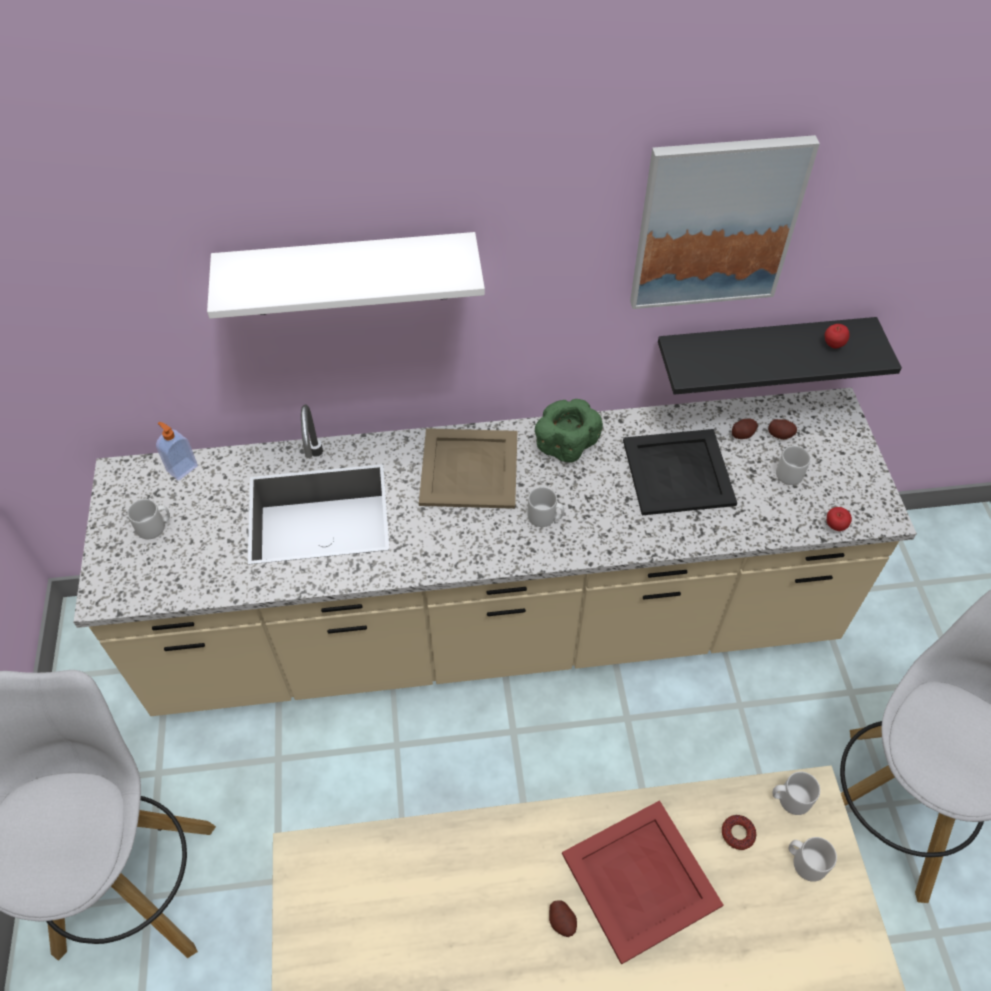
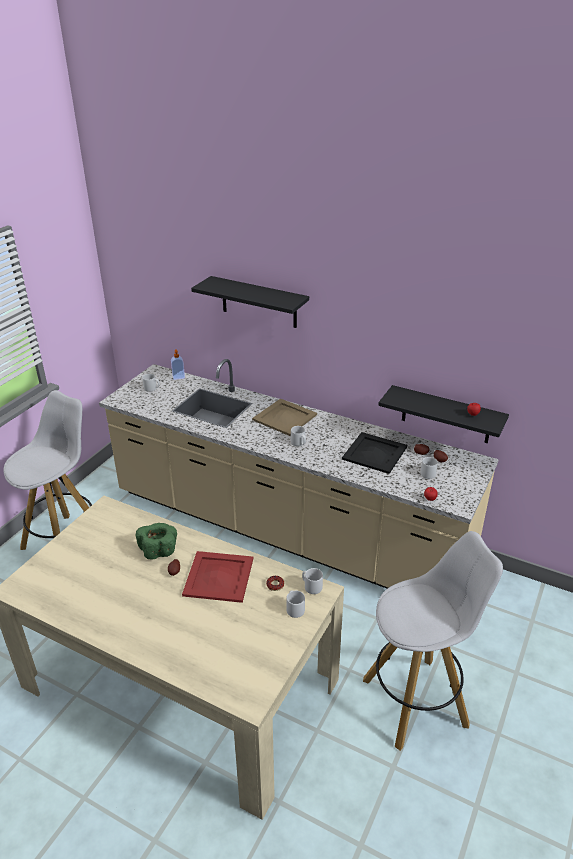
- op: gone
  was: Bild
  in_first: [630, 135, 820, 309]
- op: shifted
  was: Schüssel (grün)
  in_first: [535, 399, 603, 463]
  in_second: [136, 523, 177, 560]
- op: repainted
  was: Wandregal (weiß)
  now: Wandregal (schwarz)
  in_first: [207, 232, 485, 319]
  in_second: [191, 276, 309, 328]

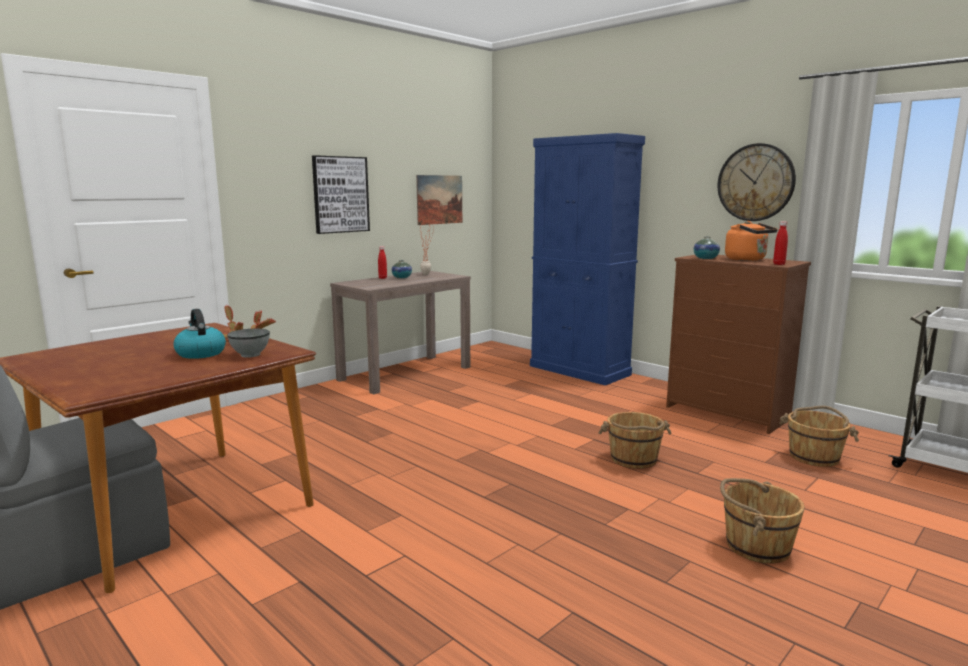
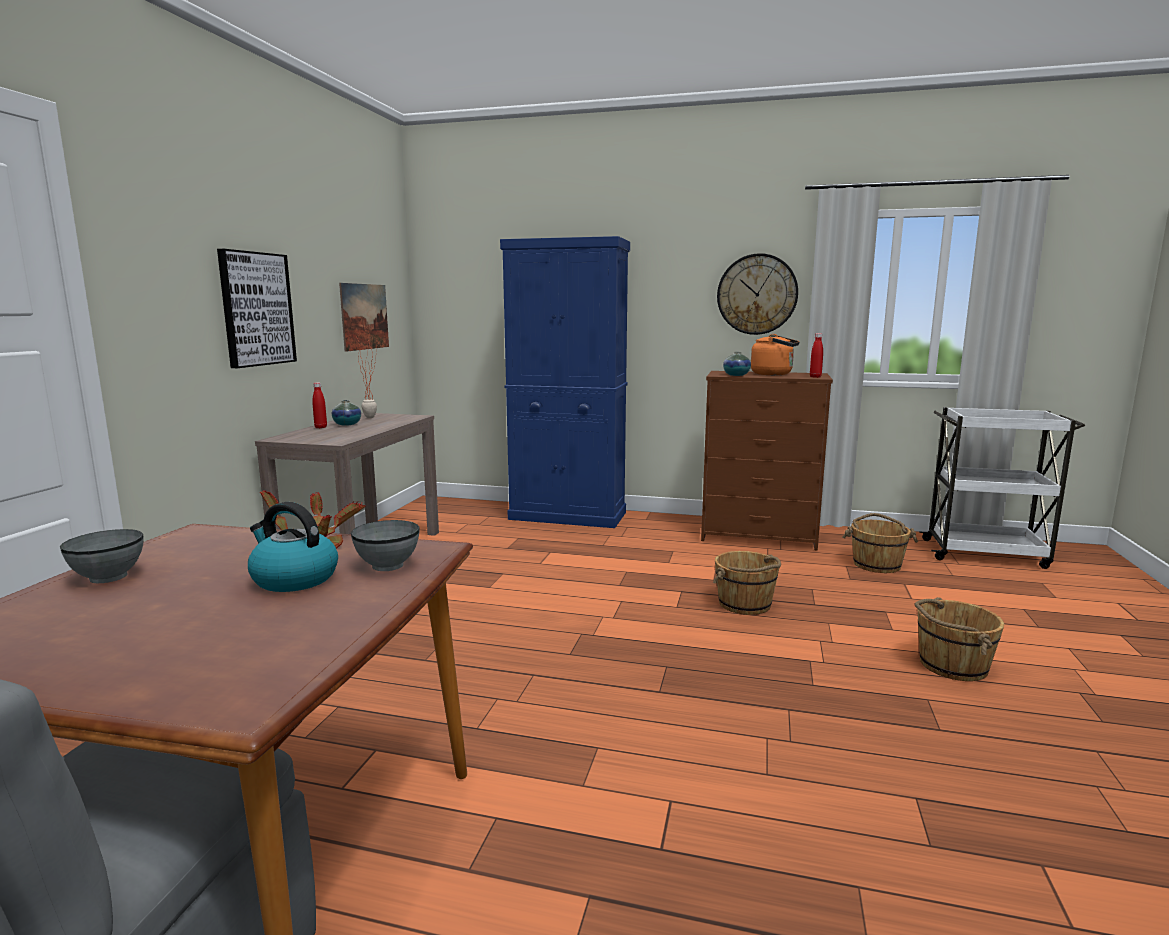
- op: new
  now: Schüssel (grau)
  in_second: [60, 529, 144, 583]

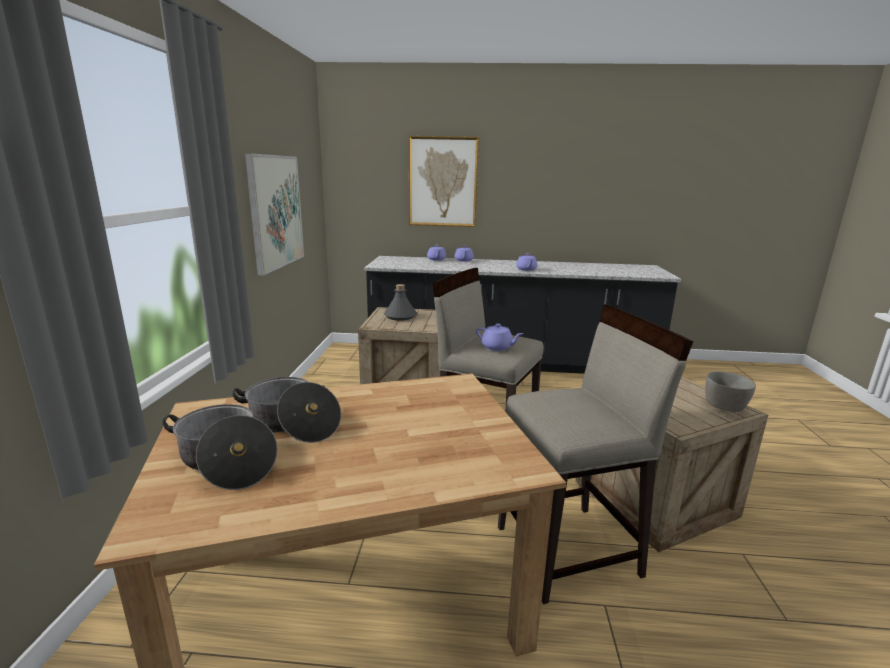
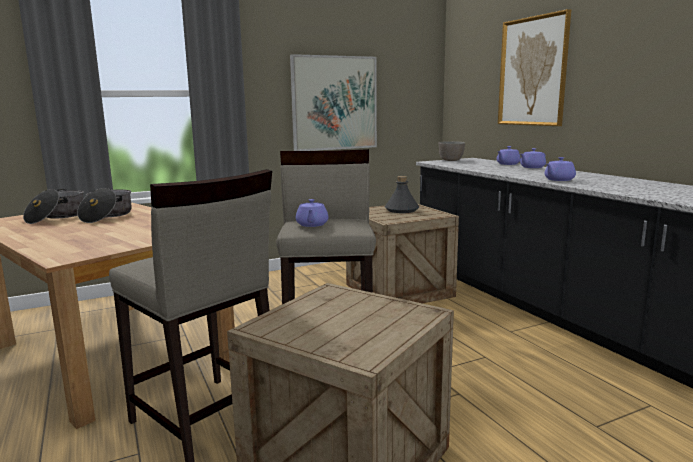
- op: shifted
  was: Schüssel (grau)
  in_first: [705, 371, 756, 412]
  in_second: [438, 141, 465, 161]

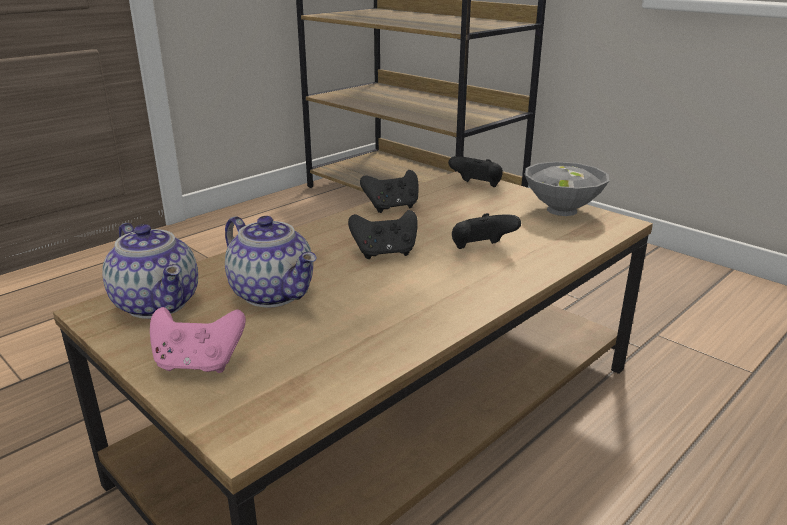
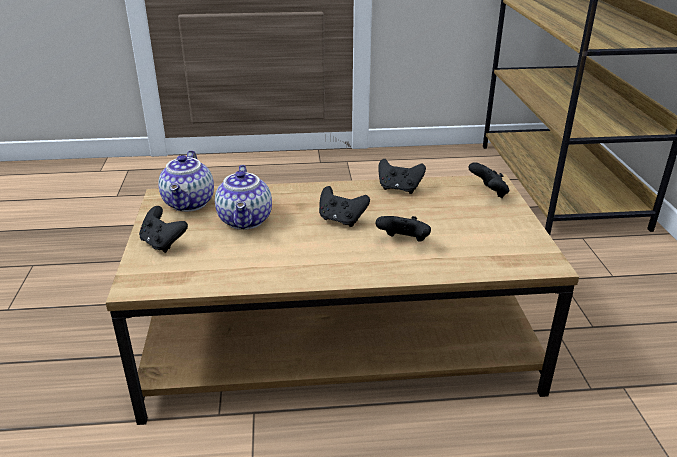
- op: gone
  was: Schüssel (grau)
  in_first: [524, 161, 610, 216]
- op: repainted
  was: Gamepad (rosa)
  now: Gamepad (schwarz)
  in_first: [150, 307, 246, 373]
  in_second: [139, 206, 188, 253]

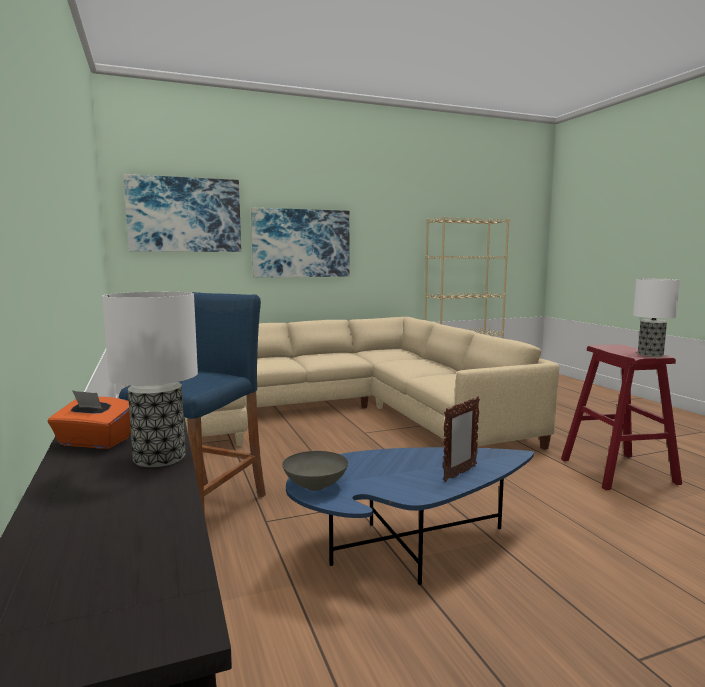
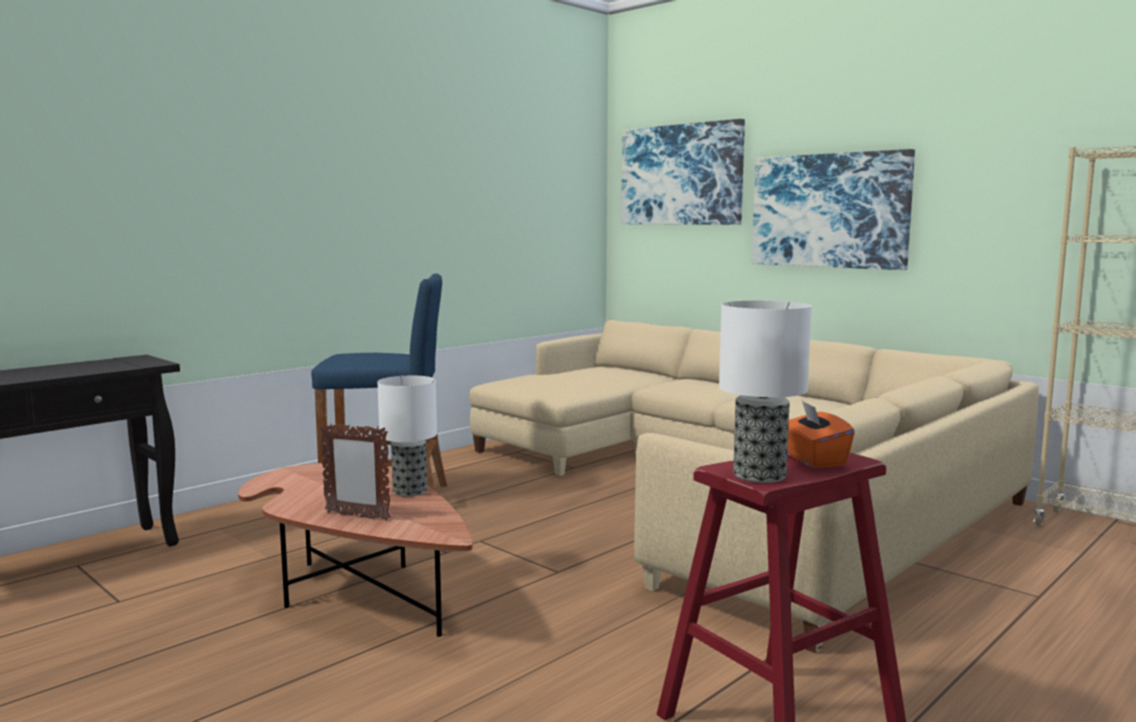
- op: gone
  was: Schüssel (grau)
  in_first: [282, 451, 348, 491]
- op: shifted
  was: Taschentuchbox (orange)
  in_first: [48, 390, 131, 449]
  in_second: [787, 401, 855, 468]
- op: shifted
  was: Tischlampe
  in_first: [102, 292, 198, 467]
  in_second: [378, 376, 437, 497]
- op: repainted
  was: Couchtisch (blau)
  now: Couchtisch (braun)
  in_first: [286, 447, 534, 585]
  in_second: [238, 463, 473, 637]

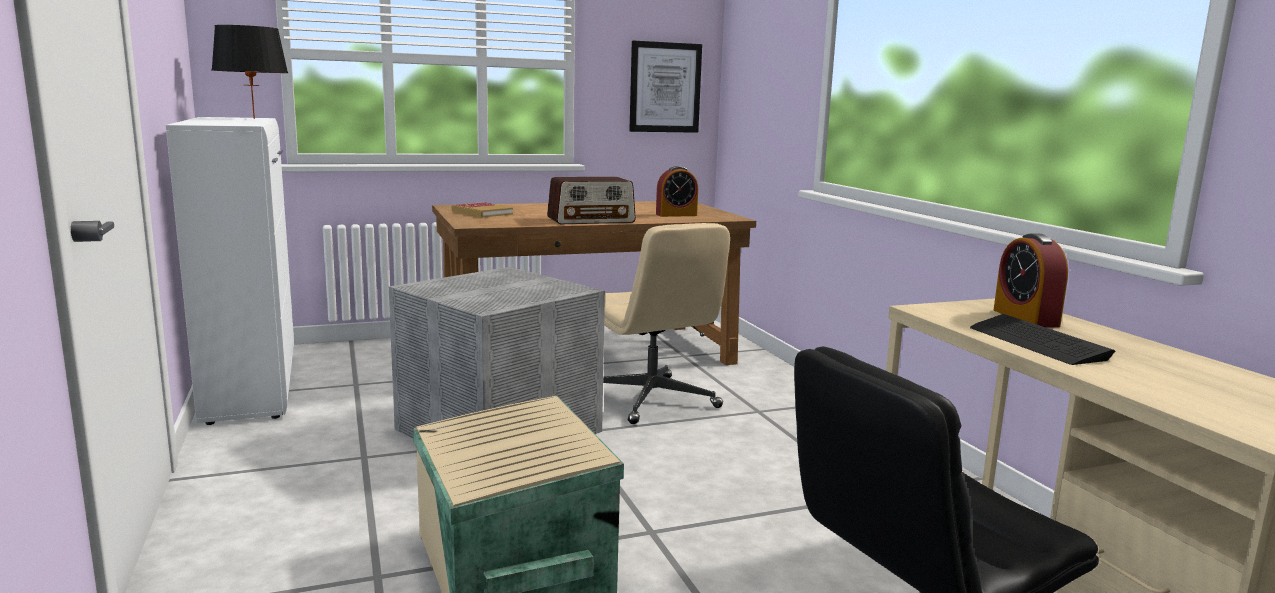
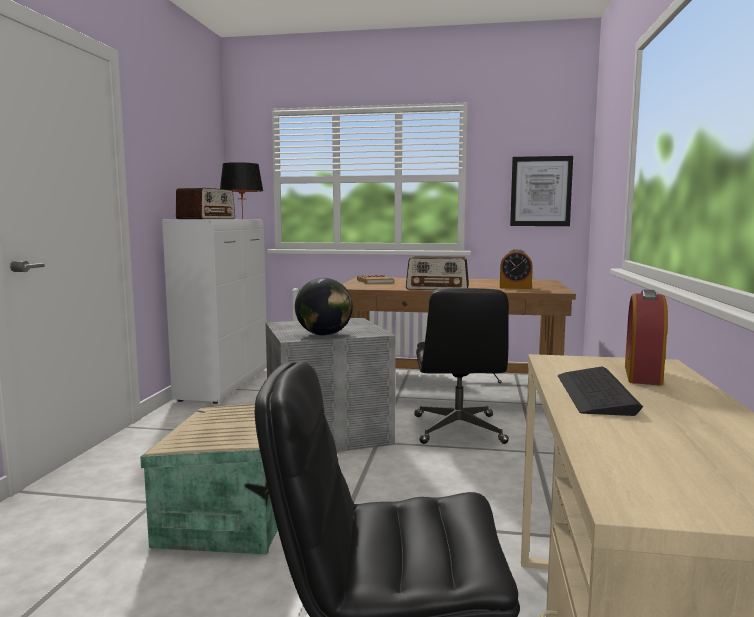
- op: new
  now: Radio
  in_second: [176, 188, 235, 219]
- op: new
  now: Globus
  in_second: [295, 278, 353, 335]
- op: repainted
  was: Bürostuhl (beige)
  now: Bürostuhl (schwarz)
  in_first: [603, 223, 730, 424]
  in_second: [415, 288, 509, 444]

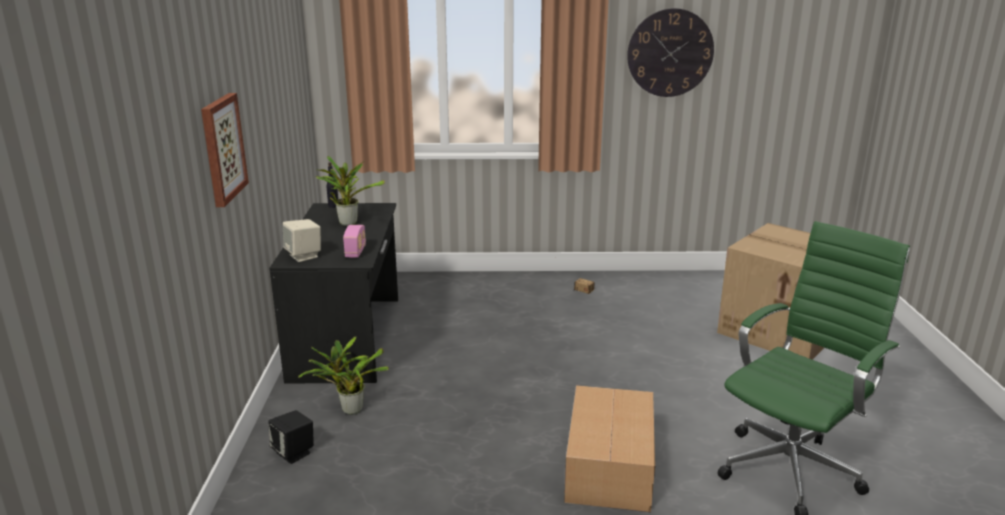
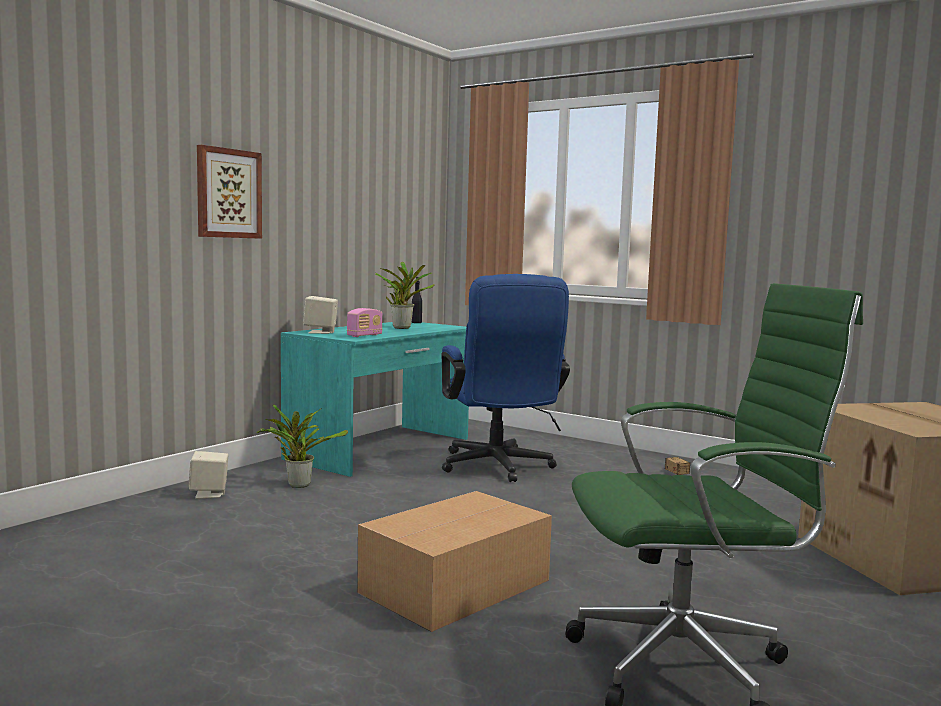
- op: gone
  was: Wanduhr
  in_first: [627, 8, 714, 97]
- op: new
  now: Bürostuhl (blau)
  in_second: [441, 274, 570, 482]
- op: repainted
  was: Lautsprecher (schwarz)
  now: Lautsprecher (beige)
  in_first: [268, 410, 314, 464]
  in_second: [188, 451, 228, 499]
- op: repainted
  was: Schreibtisch (schwarz)
  now: Schreibtisch (türkis)
  in_first: [269, 203, 398, 383]
  in_second: [281, 322, 469, 477]

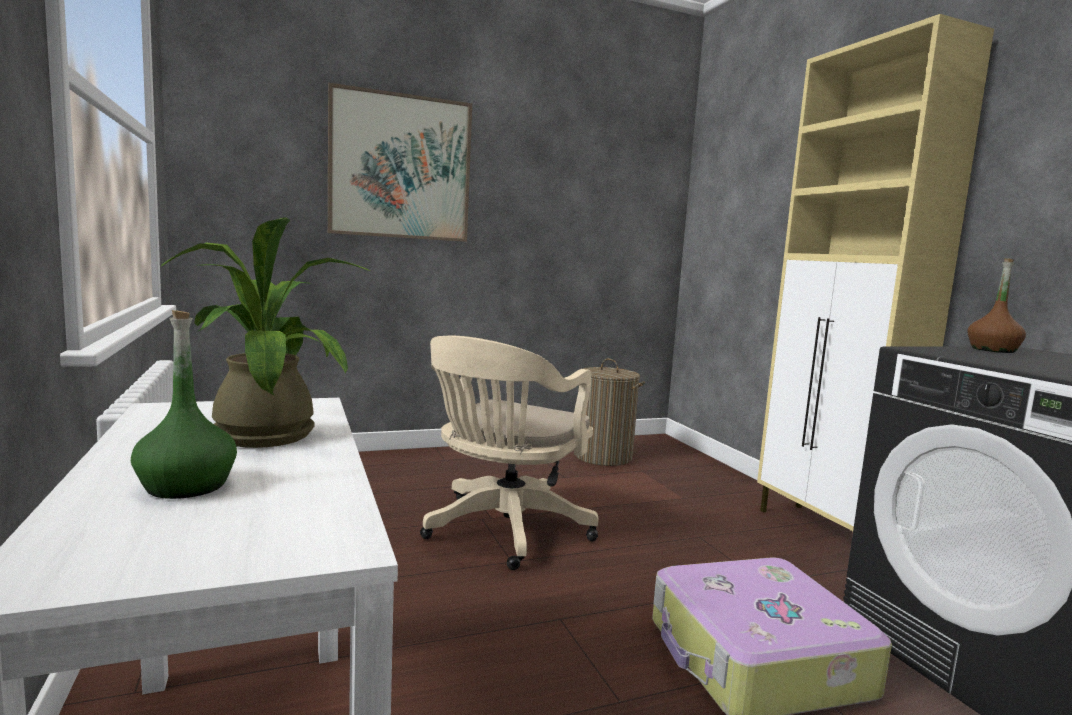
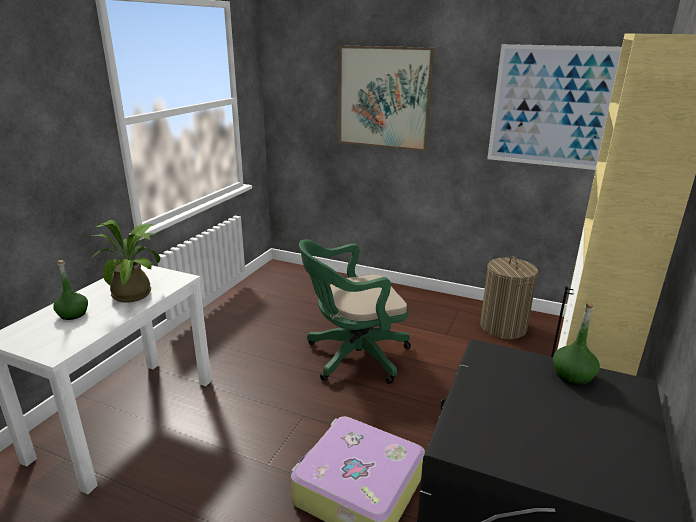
- op: new
  now: Bild
  in_second: [487, 44, 622, 170]
- op: repainted
  was: Bürostuhl (beige)
  now: Bürostuhl (grün)
  in_first: [420, 336, 598, 570]
  in_second: [299, 240, 411, 384]
- op: repainted
  was: Flasche (braun)
  now: Flasche (grün)
  in_first: [967, 258, 1026, 353]
  in_second: [553, 302, 600, 385]

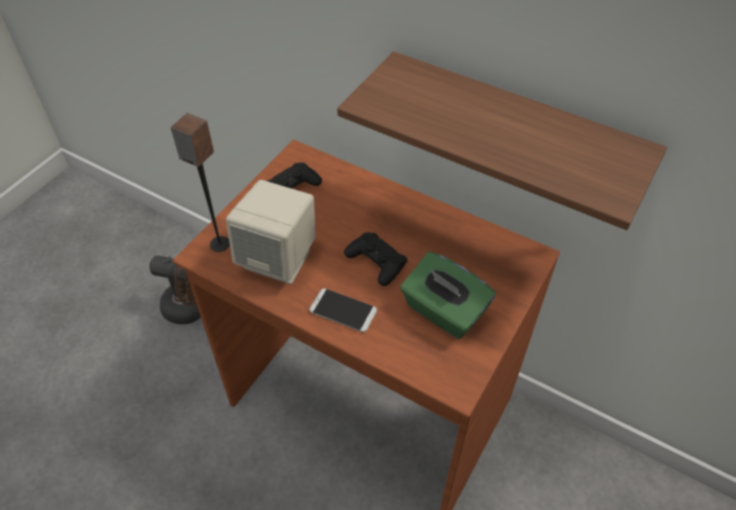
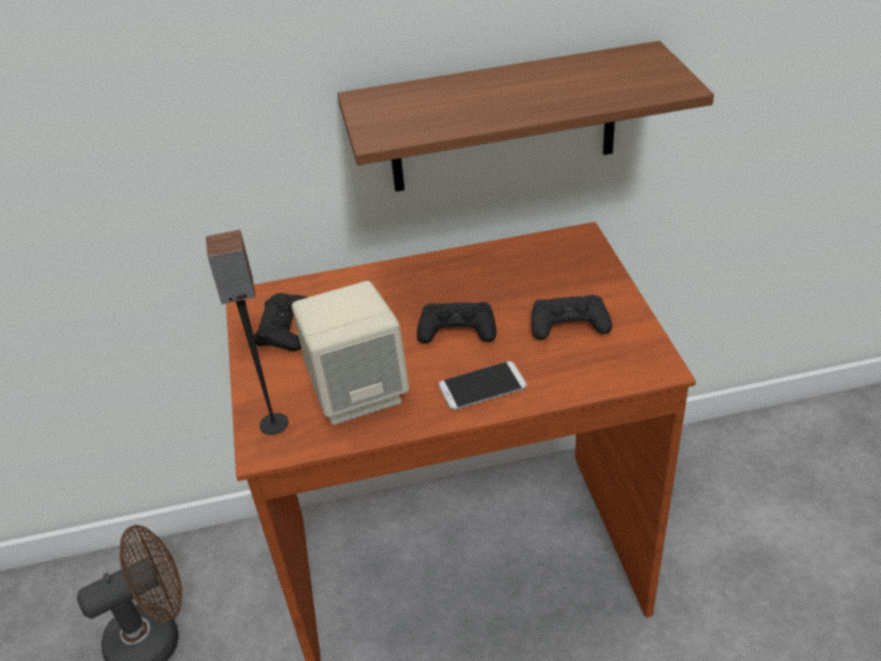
- op: swapped
  was: Taschentuchbox (grün)
  now: Gamepad (schwarz)
  in_first: [400, 252, 496, 339]
  in_second: [531, 295, 612, 340]

